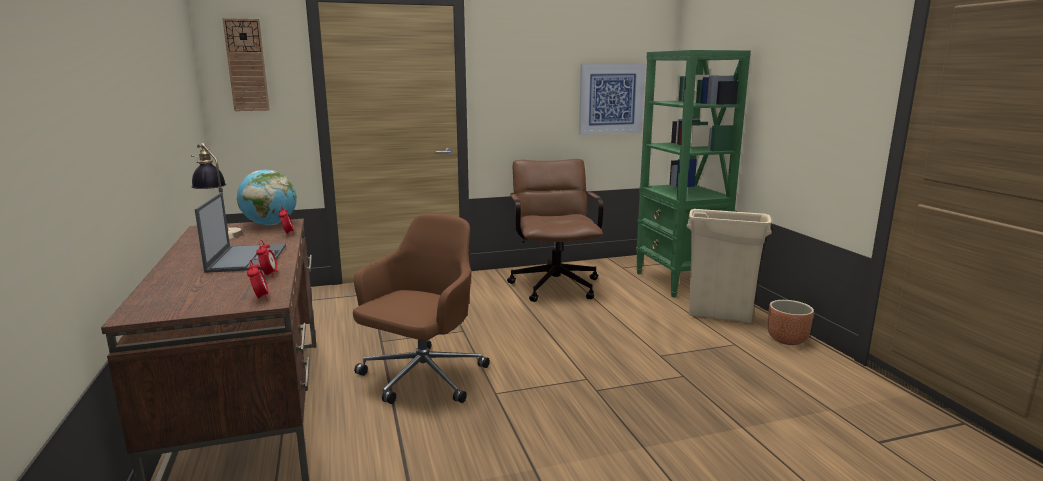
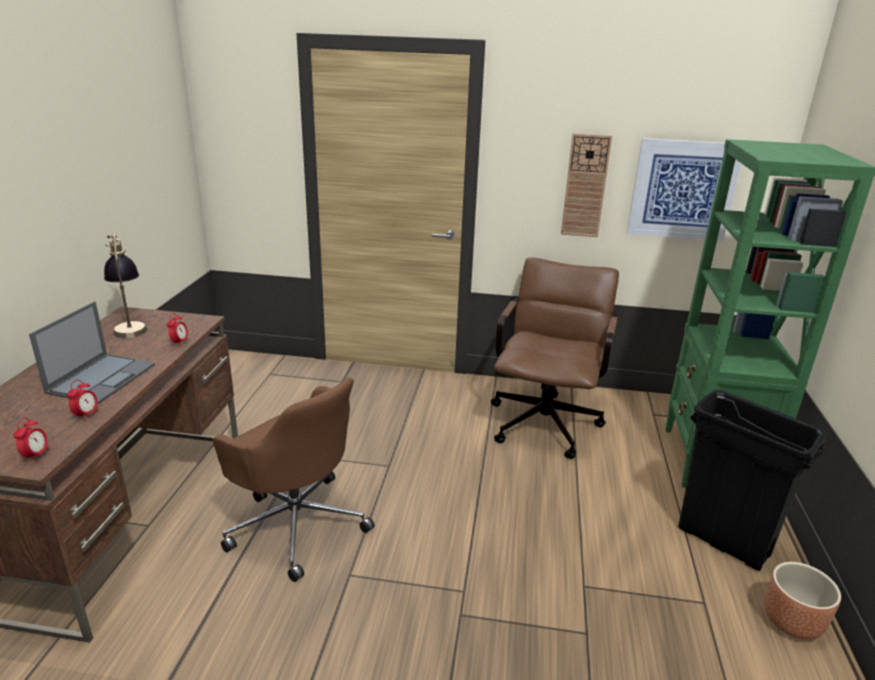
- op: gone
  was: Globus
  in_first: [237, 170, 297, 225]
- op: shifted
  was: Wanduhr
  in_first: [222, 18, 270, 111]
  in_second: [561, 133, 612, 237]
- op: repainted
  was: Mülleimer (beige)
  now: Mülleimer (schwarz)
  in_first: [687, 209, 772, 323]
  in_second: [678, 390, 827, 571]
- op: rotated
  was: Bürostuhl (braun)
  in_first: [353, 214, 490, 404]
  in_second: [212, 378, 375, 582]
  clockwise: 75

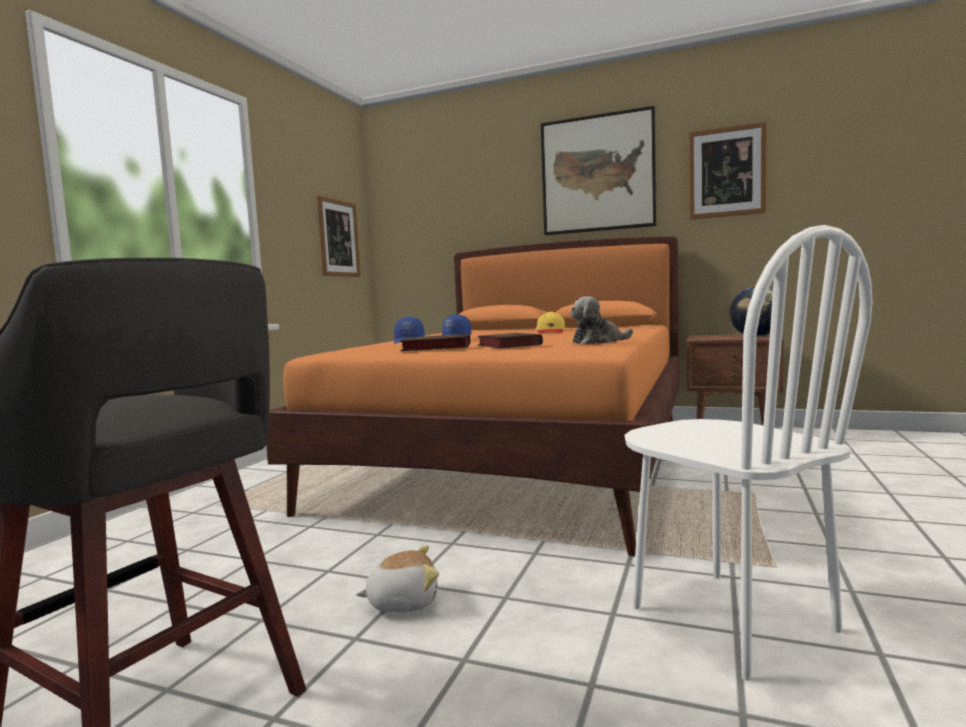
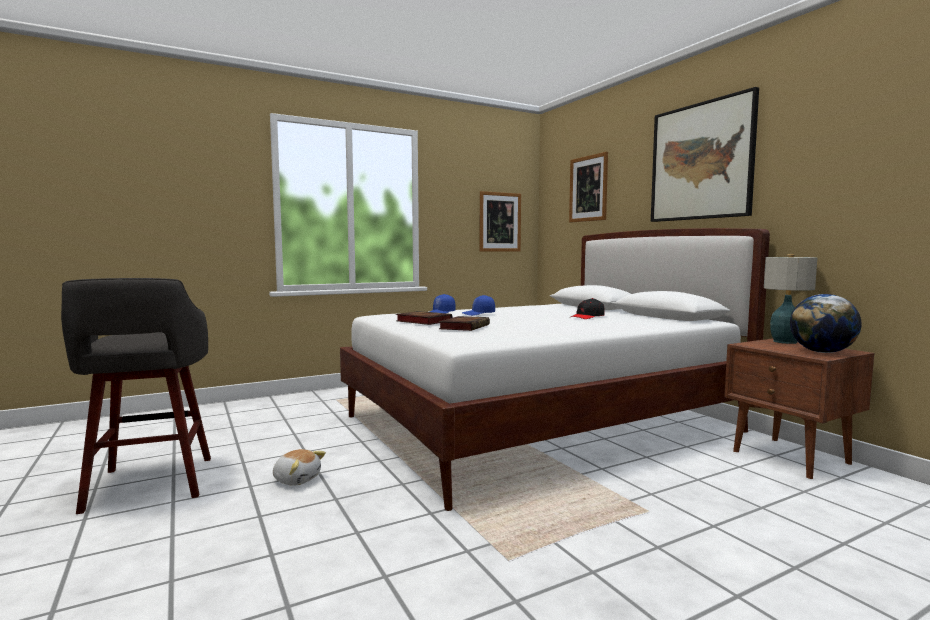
- op: gone
  was: Plüschtier
  in_first: [570, 296, 633, 344]
- op: gone
  was: Stuhl (weiß)
  in_first: [624, 225, 872, 681]
- op: new
  now: Tischlampe
  in_second: [764, 254, 817, 344]
- op: shifted
  was: Bild
  in_first: [689, 121, 766, 219]
  in_second: [569, 152, 608, 223]
- op: repainted
  was: Bett (orange)
  now: Bett (weiß)
  in_first: [266, 236, 680, 556]
  in_second: [340, 228, 770, 511]
- op: repainted
  was: Kappe (gelb)
  now: Kappe (schwarz)
  in_first: [537, 311, 565, 333]
  in_second: [571, 298, 605, 319]

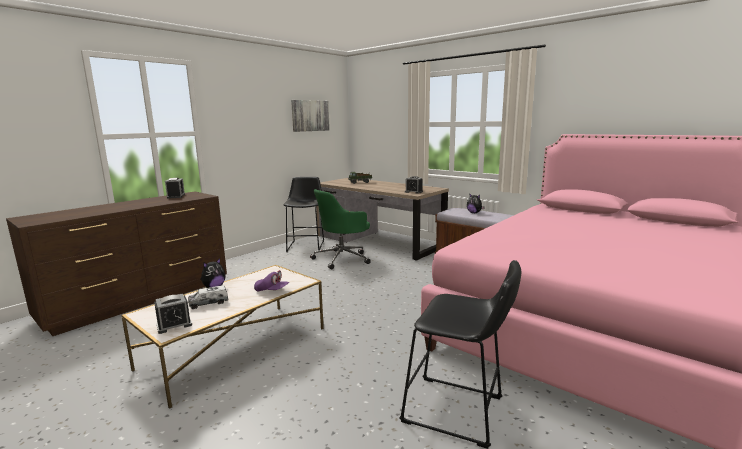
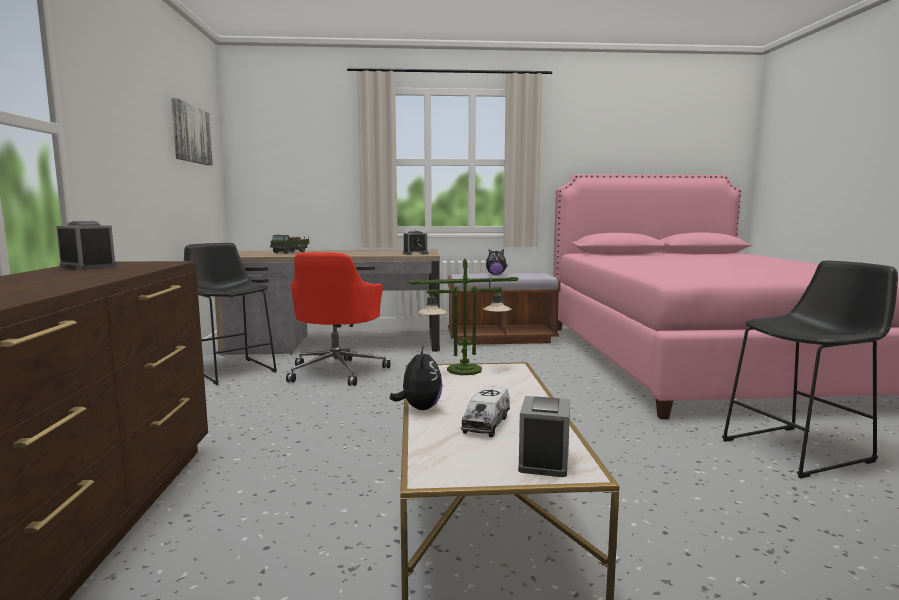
- op: gone
  was: Kappe (lila)
  in_first: [254, 270, 289, 292]
- op: new
  now: Tischlampe
  in_second: [409, 259, 519, 375]
- op: repainted
  was: Bürostuhl (grün)
  now: Bürostuhl (rot)
  in_first: [310, 189, 371, 269]
  in_second: [286, 252, 390, 386]

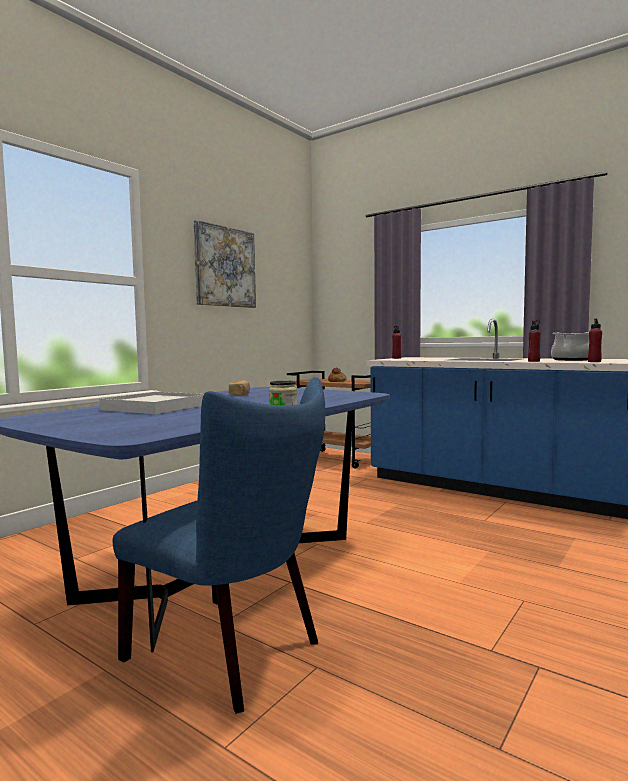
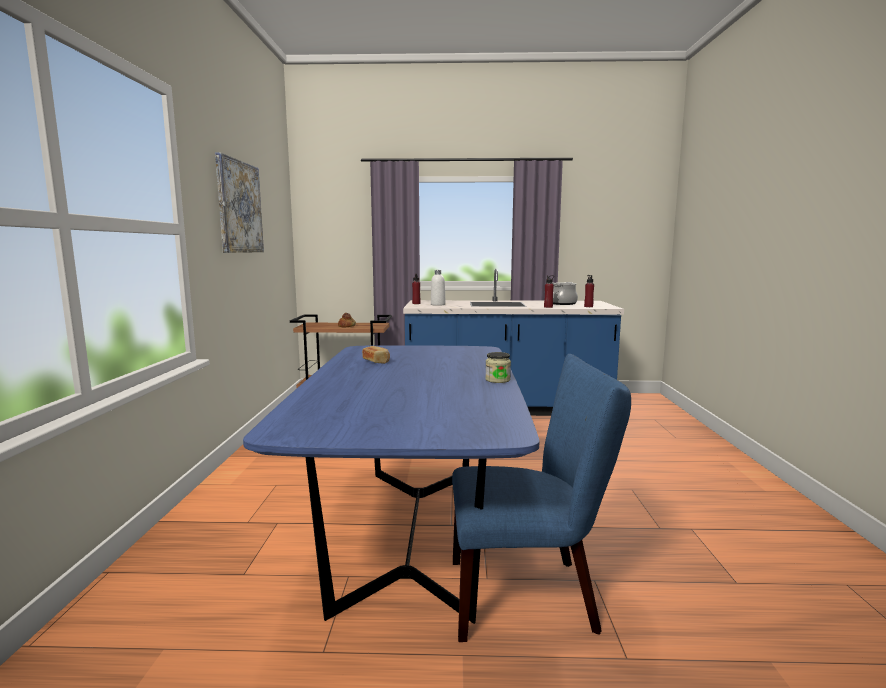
- op: gone
  was: Tablett (weiß)
  in_first: [99, 392, 204, 414]
- op: new
  now: Flasche (weiß)
  in_second: [431, 270, 446, 306]

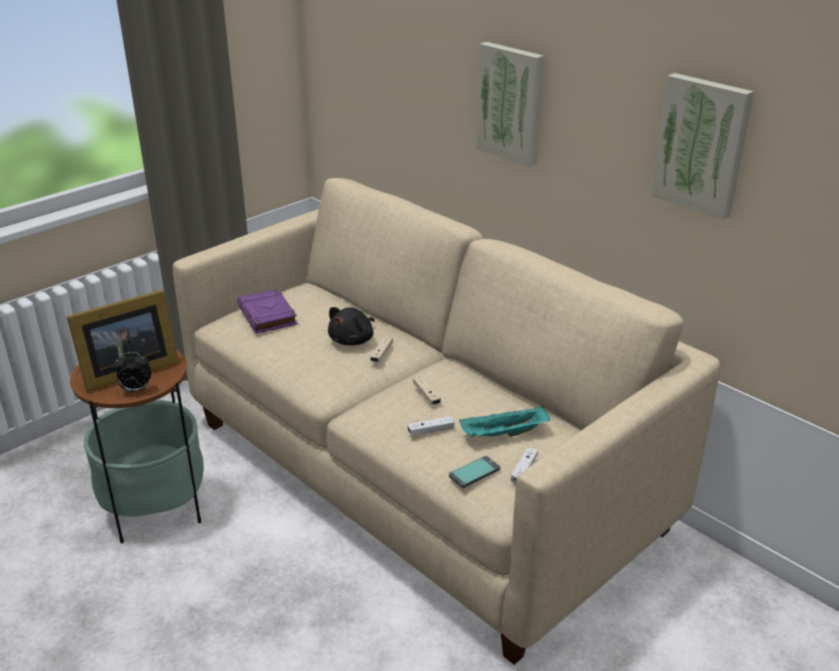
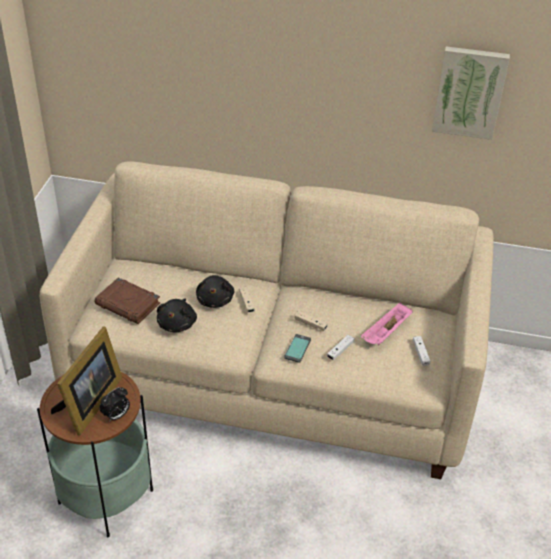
- op: gone
  was: Bild
  in_first: [476, 42, 544, 167]
- op: new
  now: Plüschtier (schwarz)
  in_second: [157, 299, 197, 332]
- op: shifted
  was: Handy
  in_first: [449, 456, 500, 488]
  in_second: [284, 334, 311, 363]
- op: repainted
  was: Buch (lila)
  now: Buch (braun)
  in_first: [237, 289, 297, 333]
  in_second: [95, 277, 160, 324]
- op: repainted
  was: Tablett (türkis)
  now: Tablett (rosa)
  in_first: [459, 405, 550, 437]
  in_second: [361, 302, 413, 345]

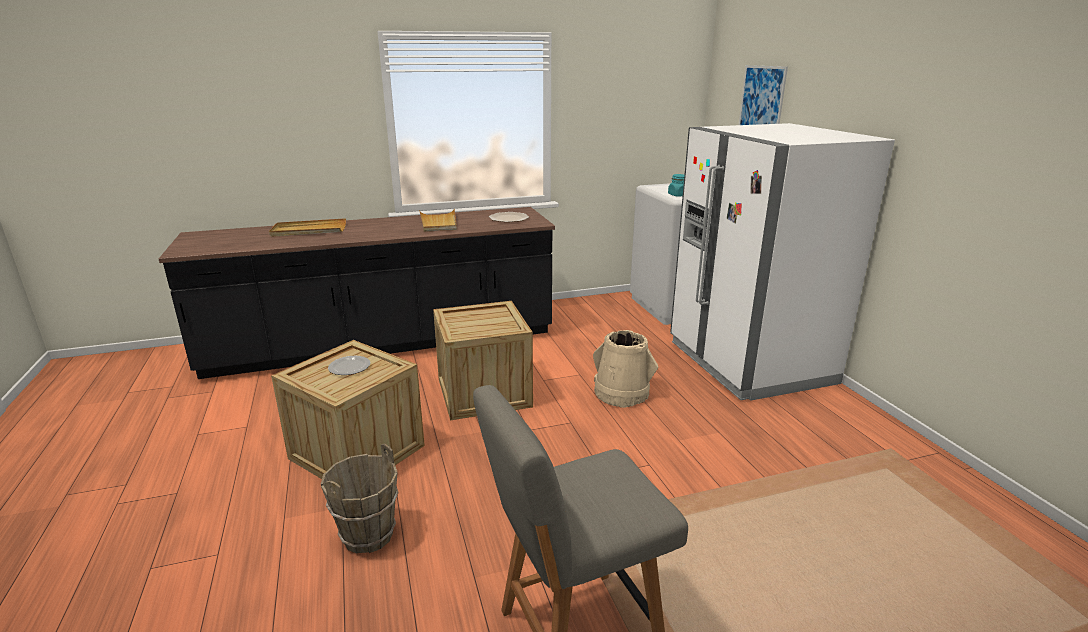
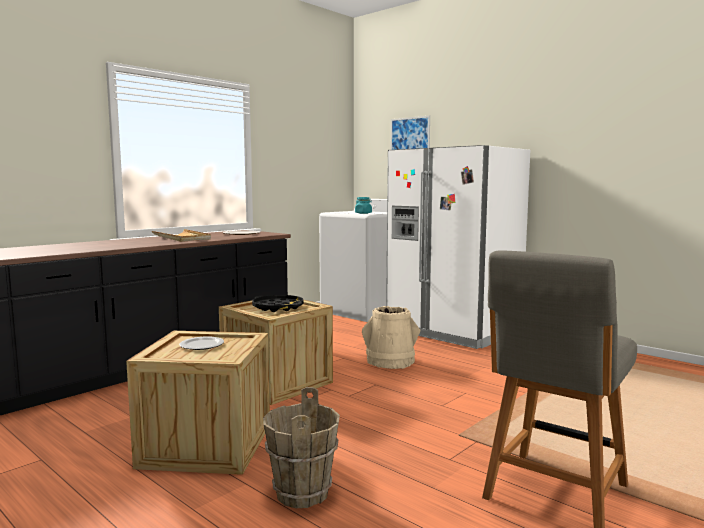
- op: gone
  was: Tablett (beige)
  in_first: [269, 218, 346, 237]
- op: new
  now: Tablett (schwarz)
  in_second: [252, 295, 304, 312]

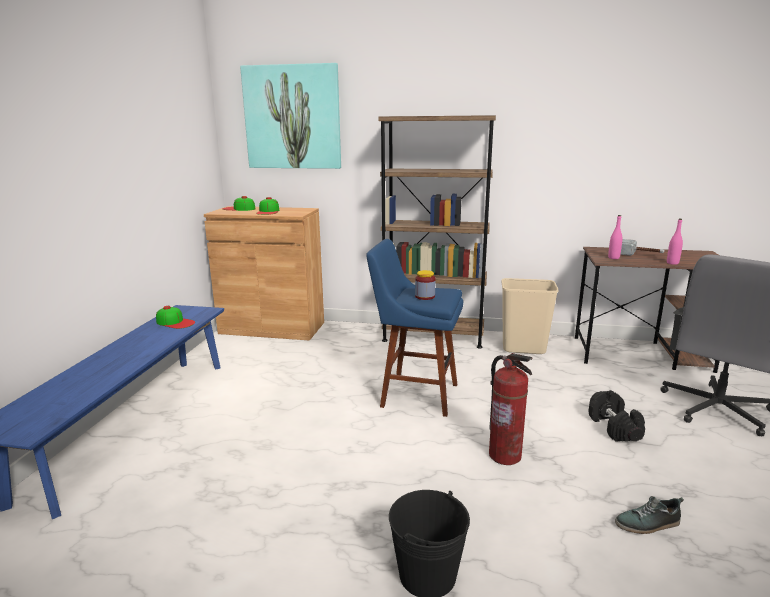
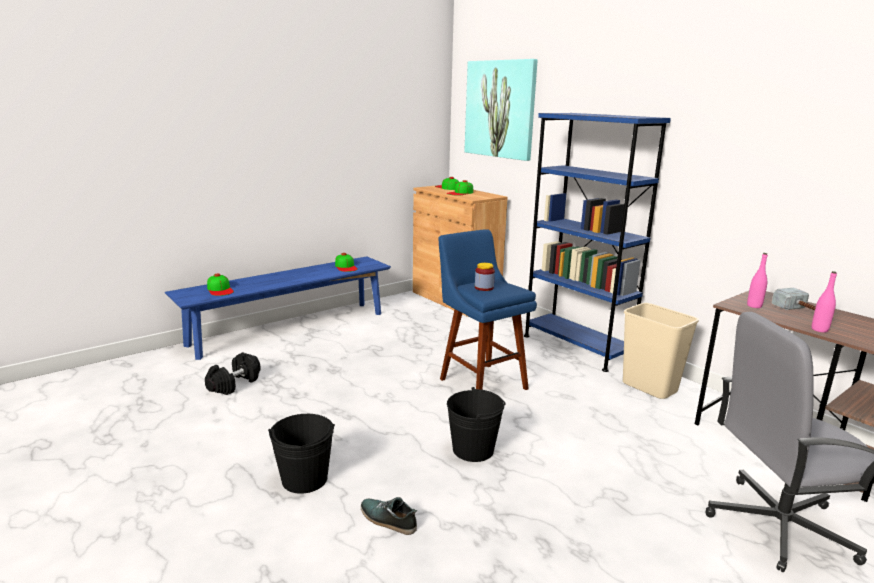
- op: new
  now: Kappe
  in_second: [207, 274, 234, 296]
- op: shifted
  was: Hantel (schwarz)
  in_first: [588, 390, 645, 442]
  in_second: [205, 352, 261, 395]
- op: shifted
  was: Schuh
  in_first: [615, 496, 684, 534]
  in_second: [361, 497, 417, 535]
- op: swapped
  was: Feuerlöscher
  now: Eimer (schwarz)
  in_first: [489, 353, 533, 465]
  in_second: [447, 387, 506, 462]
- op: repainted
  was: Bücherregal (braun)
  now: Bücherregal (blau)
  in_first: [378, 115, 496, 348]
  in_second: [524, 113, 671, 372]

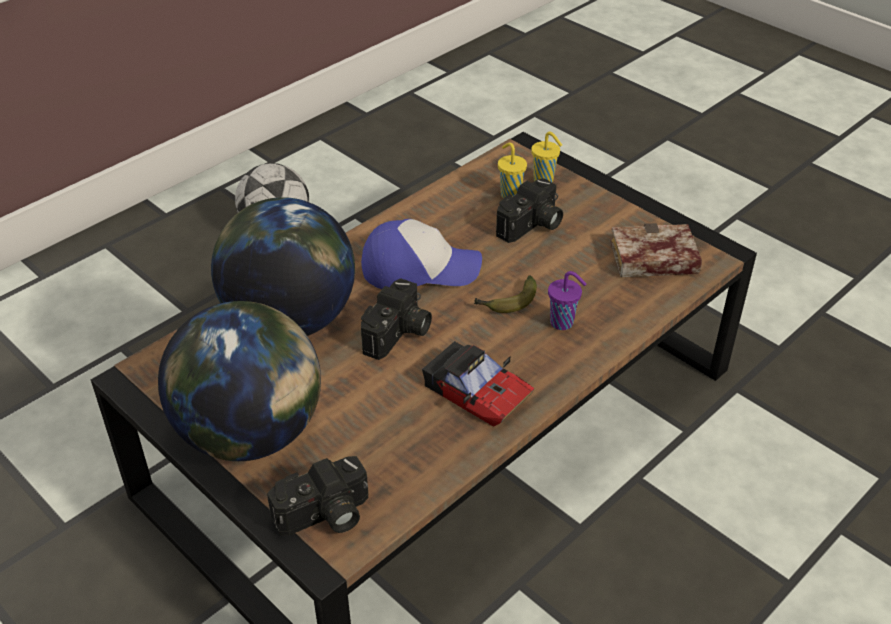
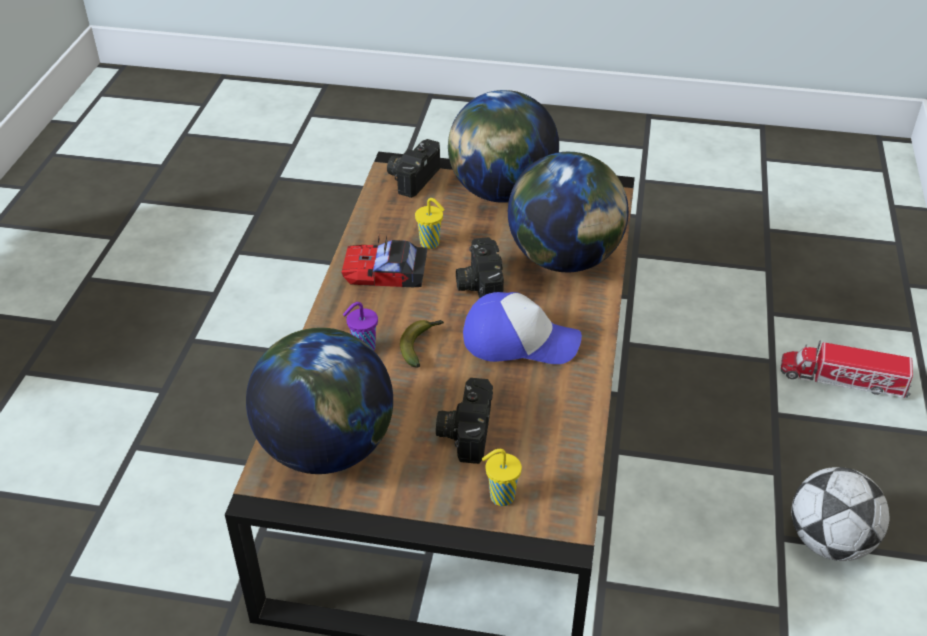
- op: new
  now: Spielzeuglaster
  in_second: [780, 340, 913, 398]
- op: shifted
  was: Tasse (gelb)
  in_first: [498, 142, 527, 198]
  in_second: [415, 198, 445, 249]
- op: swapped
  was: Buch
  now: Globus
  in_first: [610, 223, 702, 277]
  in_second: [246, 327, 393, 474]
- op: rotated
  was: Kappe
  in_first: [361, 219, 482, 289]
  in_second: [463, 292, 582, 364]
  clockwise: -135

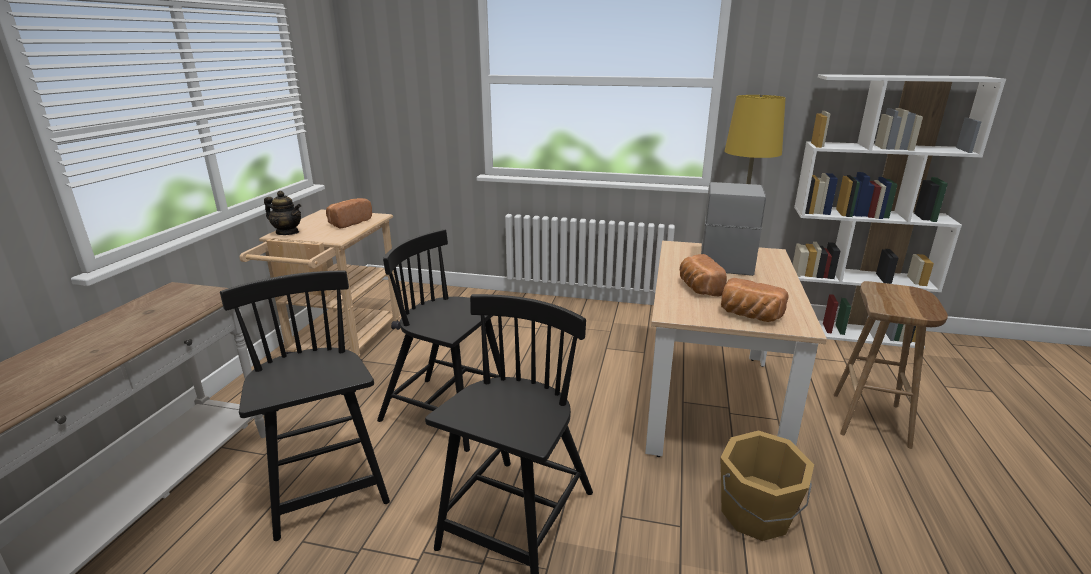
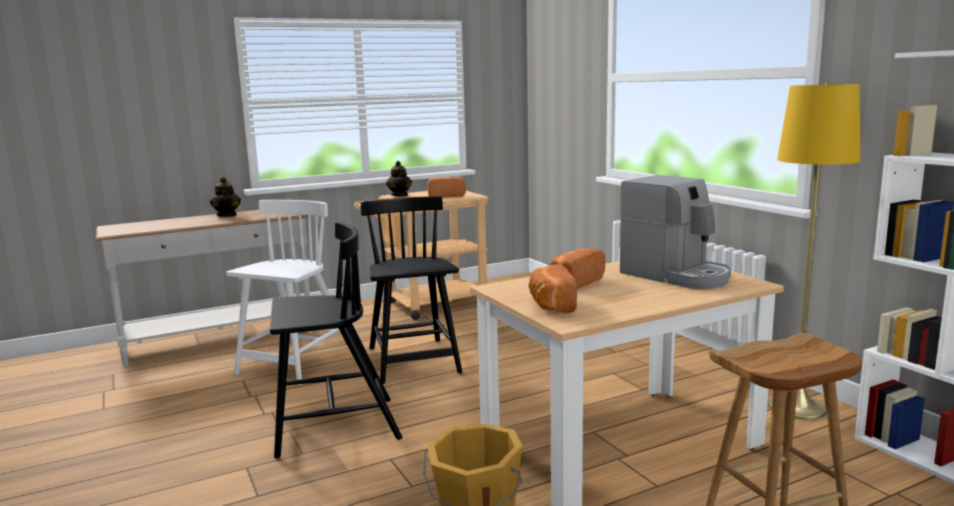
- op: new
  now: Teekanne
  in_second: [210, 177, 241, 217]
- op: repainted
  was: Stuhl (schwarz)
  now: Stuhl (weiß)
  in_first: [220, 271, 390, 541]
  in_second: [226, 200, 350, 385]
- op: rotated
  was: Kaffeemaschine
  in_first: [701, 182, 766, 276]
  in_second: [620, 175, 731, 289]
  clockwise: 75

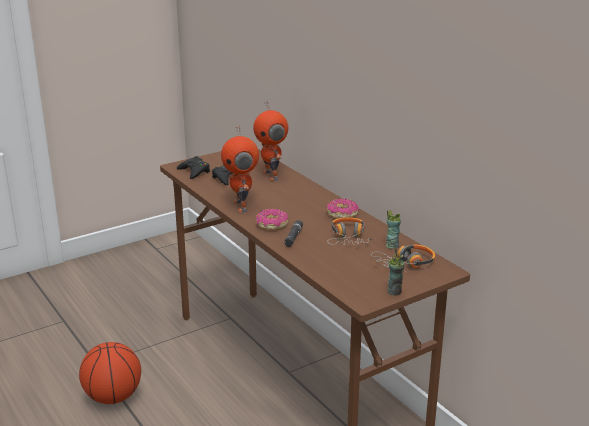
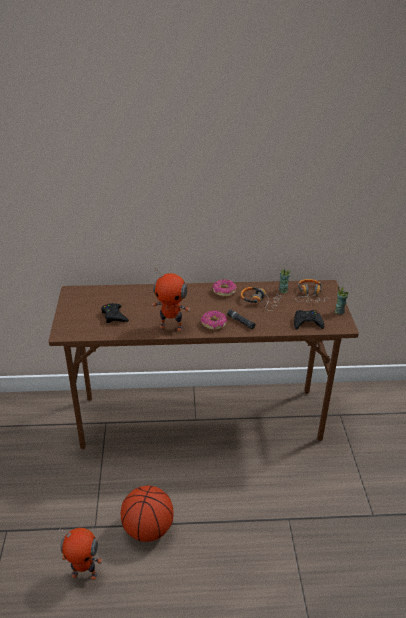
- op: shifted
  was: Gamepad (schwarz)
  in_first: [177, 156, 210, 179]
  in_second: [294, 310, 324, 330]
- op: shifted
  was: Spielzeugroboter
  in_first: [253, 100, 288, 181]
  in_second: [59, 527, 103, 580]

